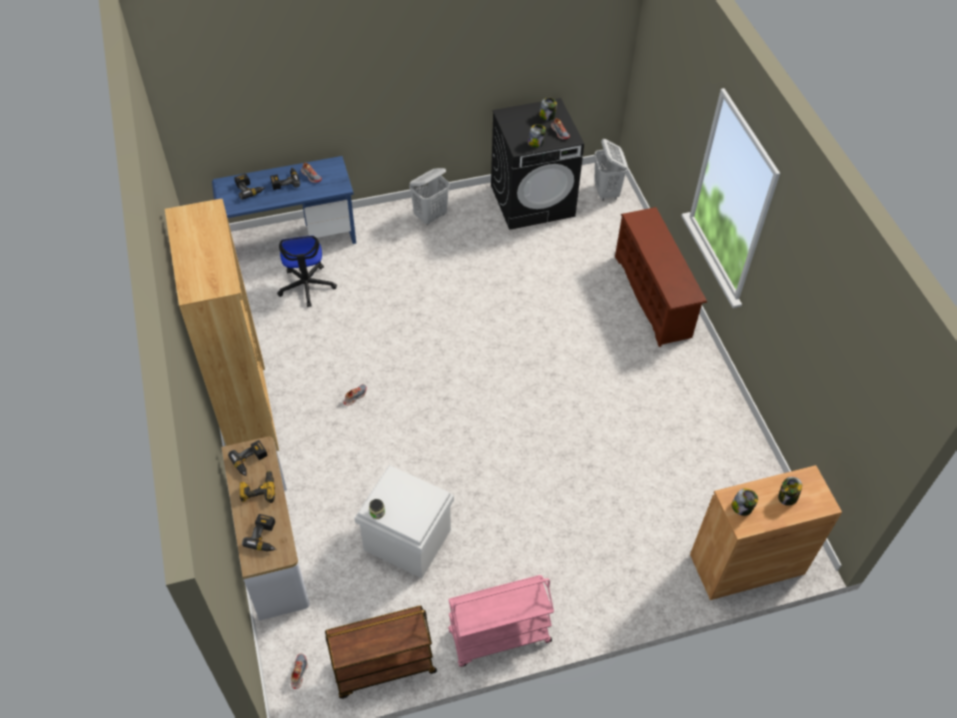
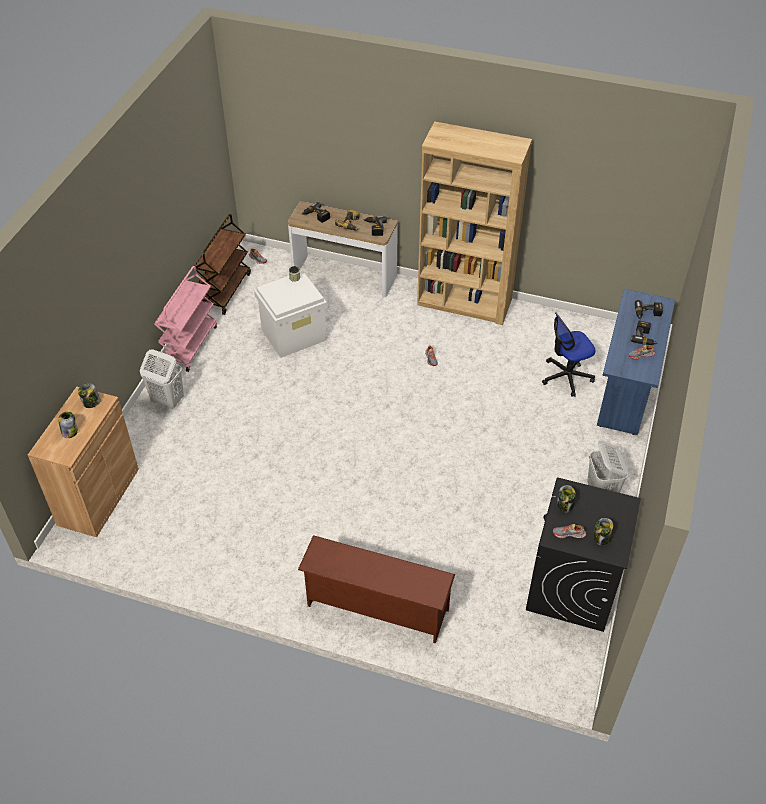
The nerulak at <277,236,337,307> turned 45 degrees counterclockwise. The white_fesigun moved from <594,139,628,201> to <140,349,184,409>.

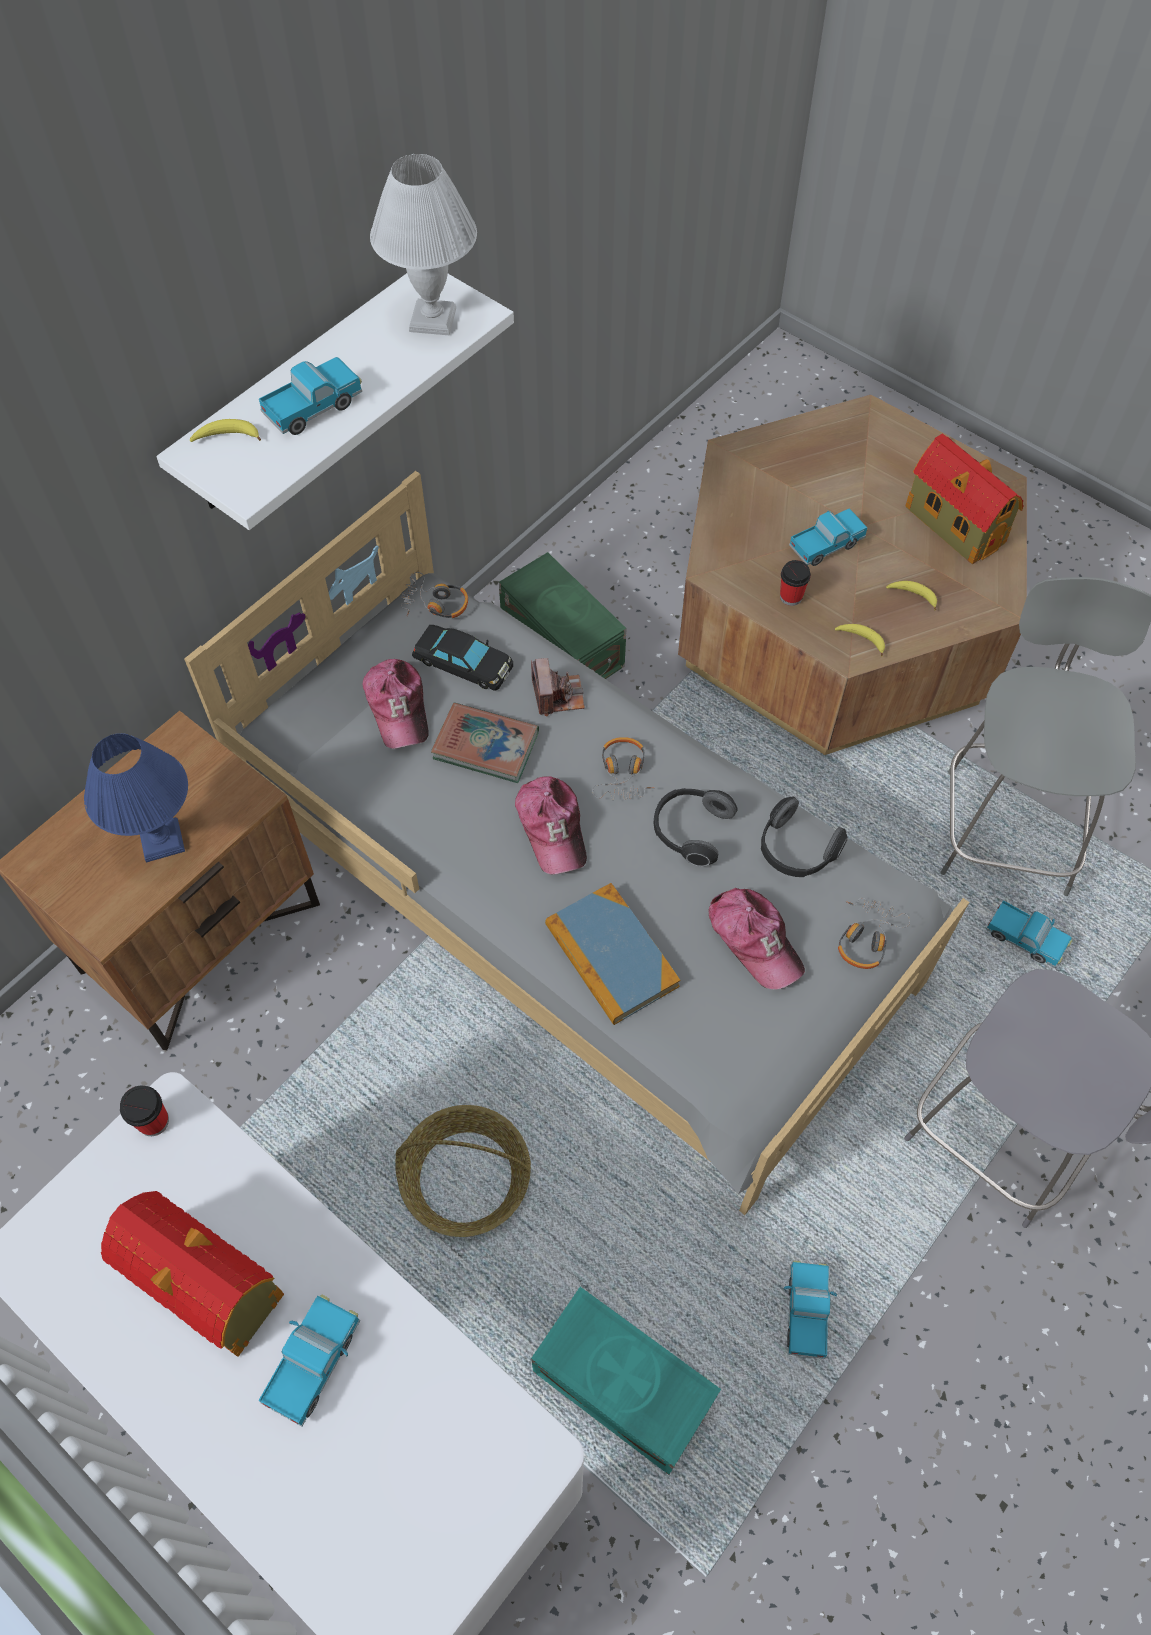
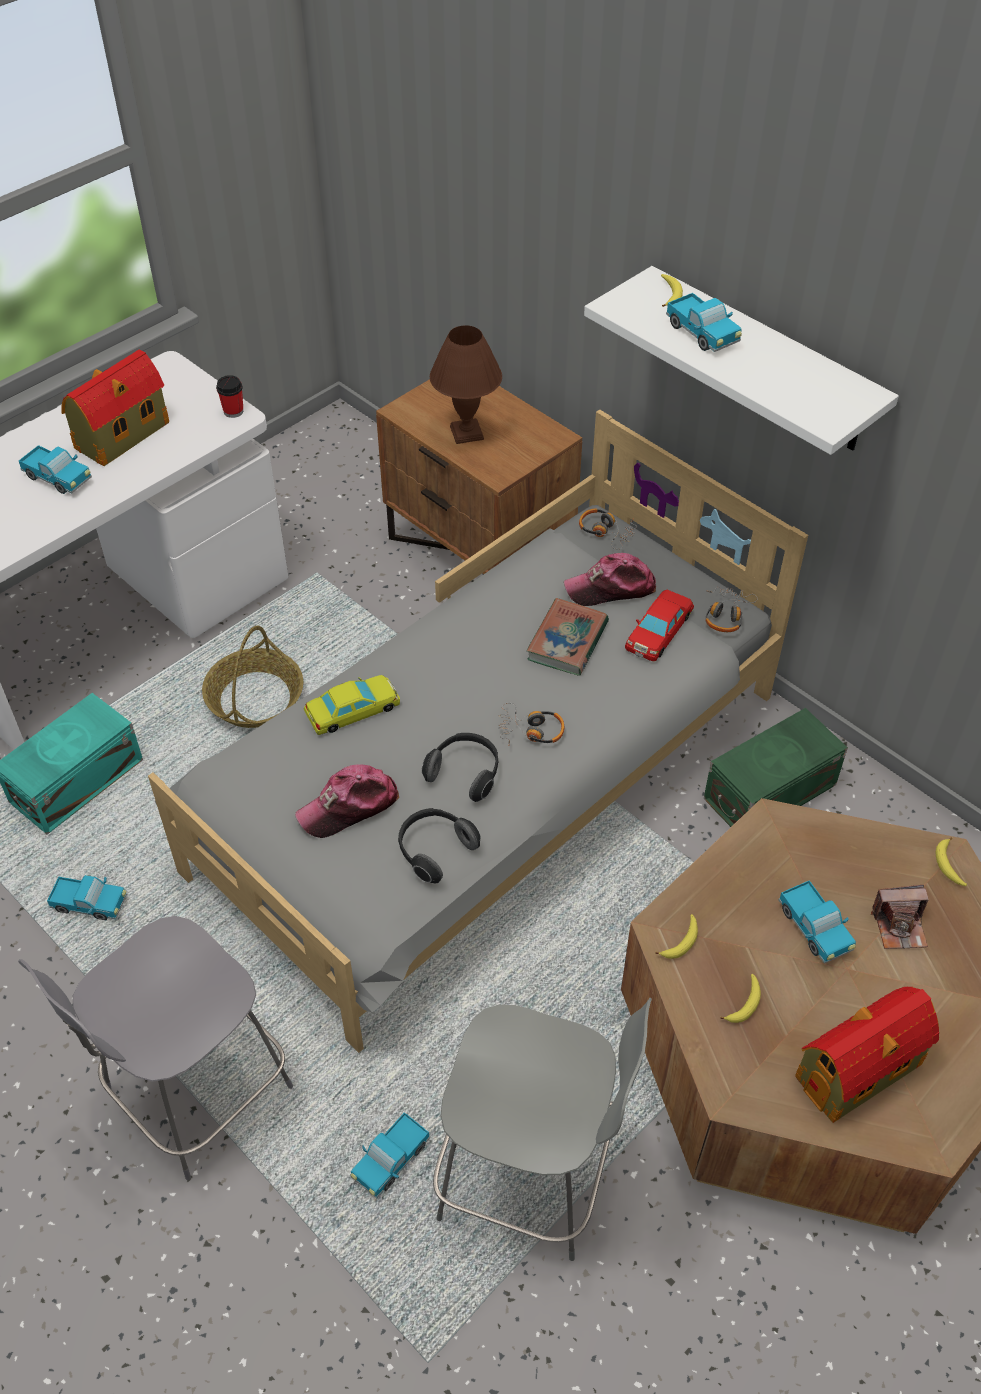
The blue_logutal at <84,733,188,863> became the brown_logutal at <430,325,502,444>. The white_logutal at <370,154,477,335> disappeared. The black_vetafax at <412,625,513,691> became the red_vetafax at <625,590,694,661>. The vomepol at <515,776,587,874> disappeared. The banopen moved from <531,658,585,716> to <871,885,929,949>. The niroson at <545,883,681,1025> was replaced by the yellow_vetafax at <304,675,400,735>. The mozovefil at <780,560,811,606> disappeared. The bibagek moved from <838,897,910,969> to <579,508,637,549>. The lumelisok at <936,837,967,886> appeared.

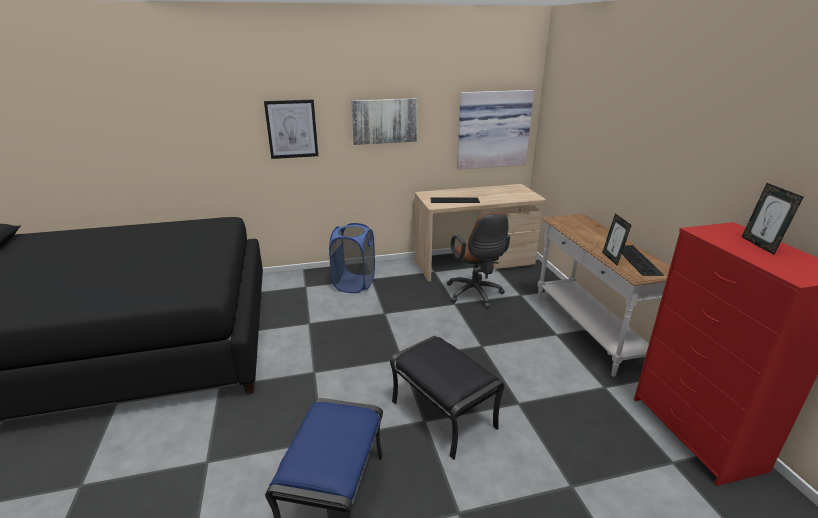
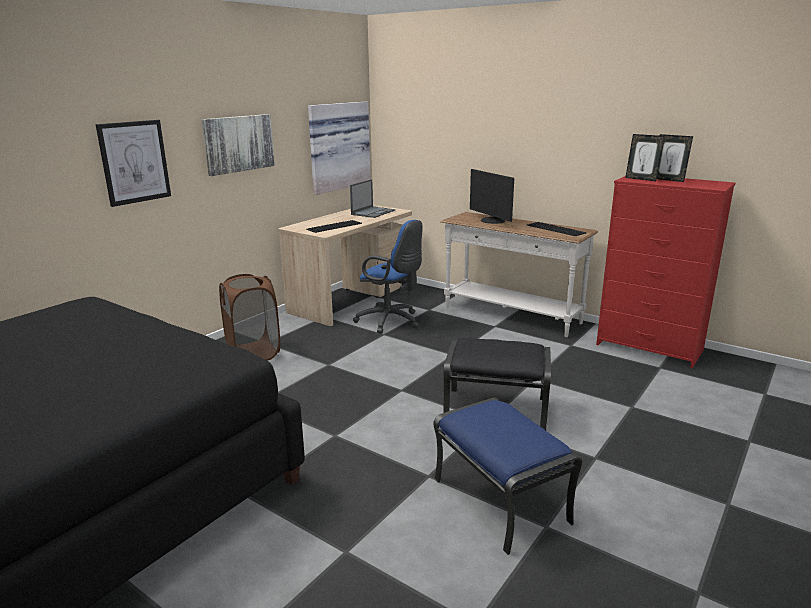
The blue_fesigun at <329,223,375,293> became the brown_fesigun at <219,274,280,361>. The brown_nerulak at <447,212,510,308> became the blue_nerulak at <353,220,422,334>. The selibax moved from <603,213,632,266> to <625,134,665,181>. The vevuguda at <350,179,395,218> appeared. The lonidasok at <470,169,514,224> appeared.

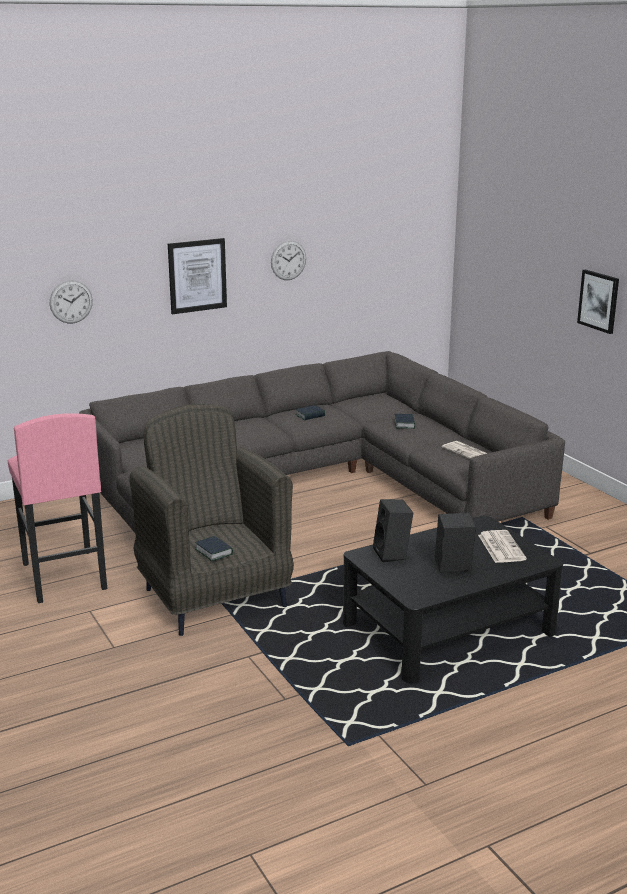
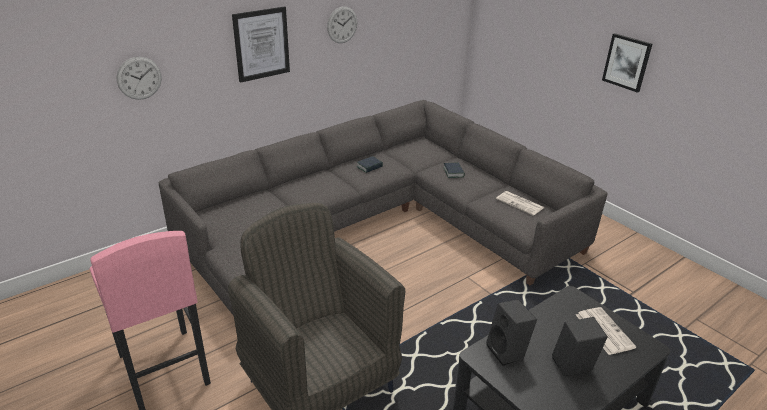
The niroson at <195,536,233,561> disappeared.

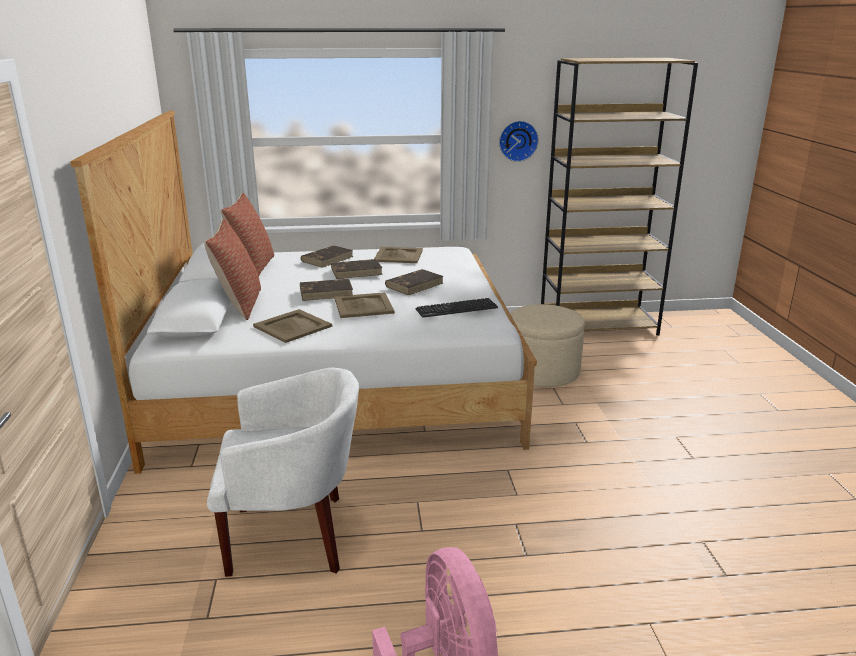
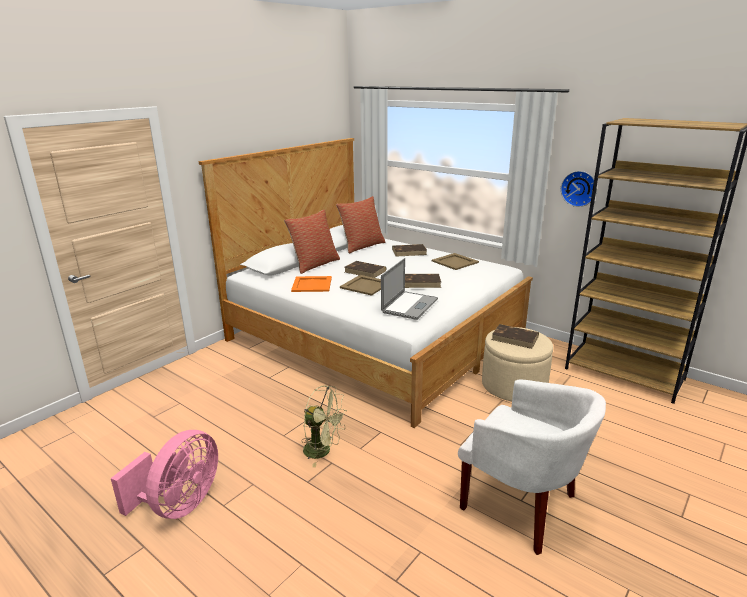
The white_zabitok moved from <207,368,359,577> to <458,380,606,555>. The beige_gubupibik at <253,309,332,343> became the orange_gubupibik at <291,276,332,292>. The brown_niroson moved from <331,259,383,279> to <492,324,539,349>. The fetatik at <415,298,498,318> was replaced by the vevuguda at <381,258,438,320>. The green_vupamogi at <301,385,347,467> appeared.

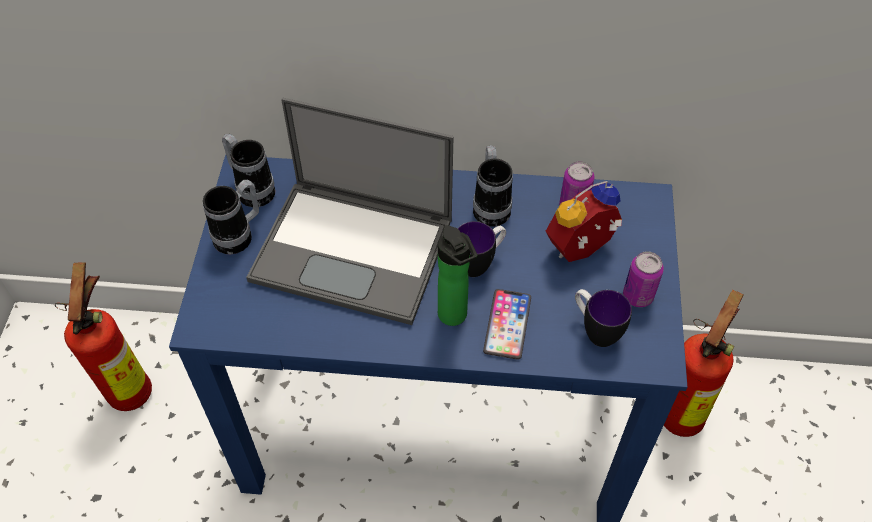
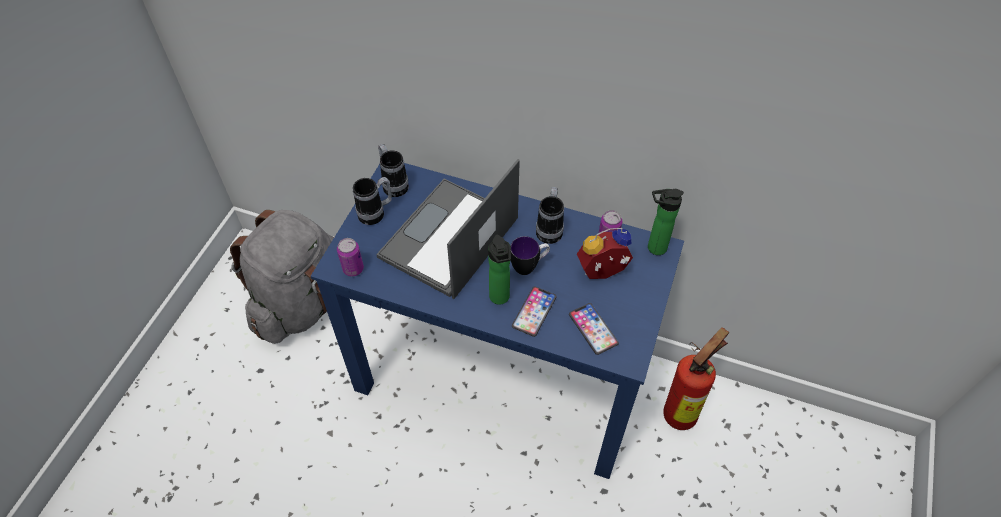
The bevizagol at <55,263,152,411> was replaced by the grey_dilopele at <230,210,334,344>. The vevuguda at <246,98,454,325> turned 90 degrees clockwise. The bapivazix at <575,289,632,347> was replaced by the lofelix at <569,303,619,355>. The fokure moved from <623,251,664,307> to <337,238,364,276>. The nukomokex at <648,189,684,255> appeared.

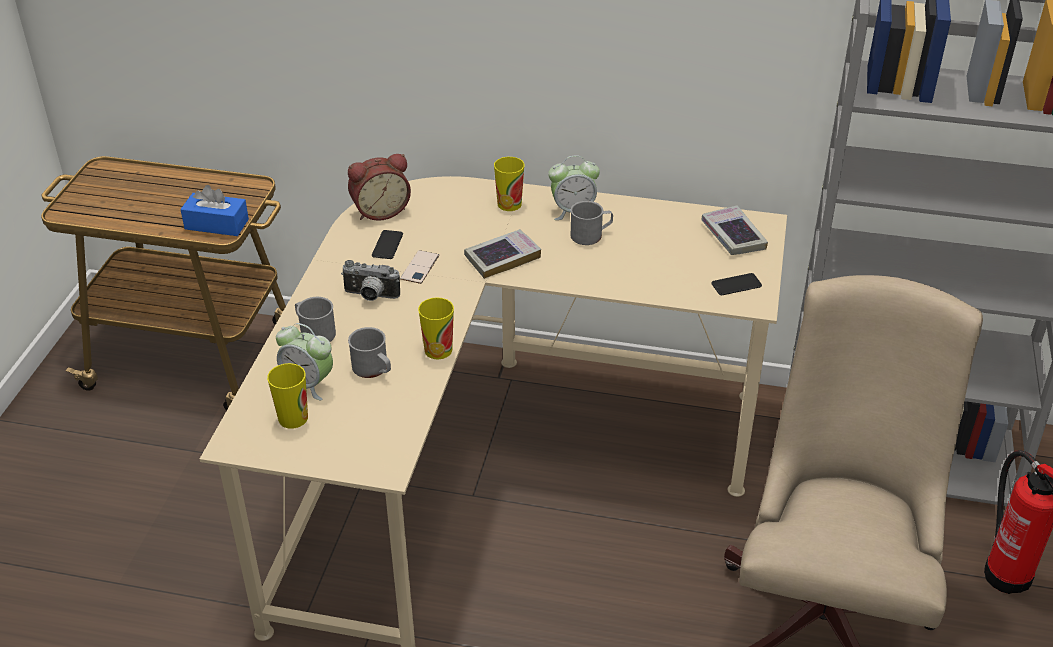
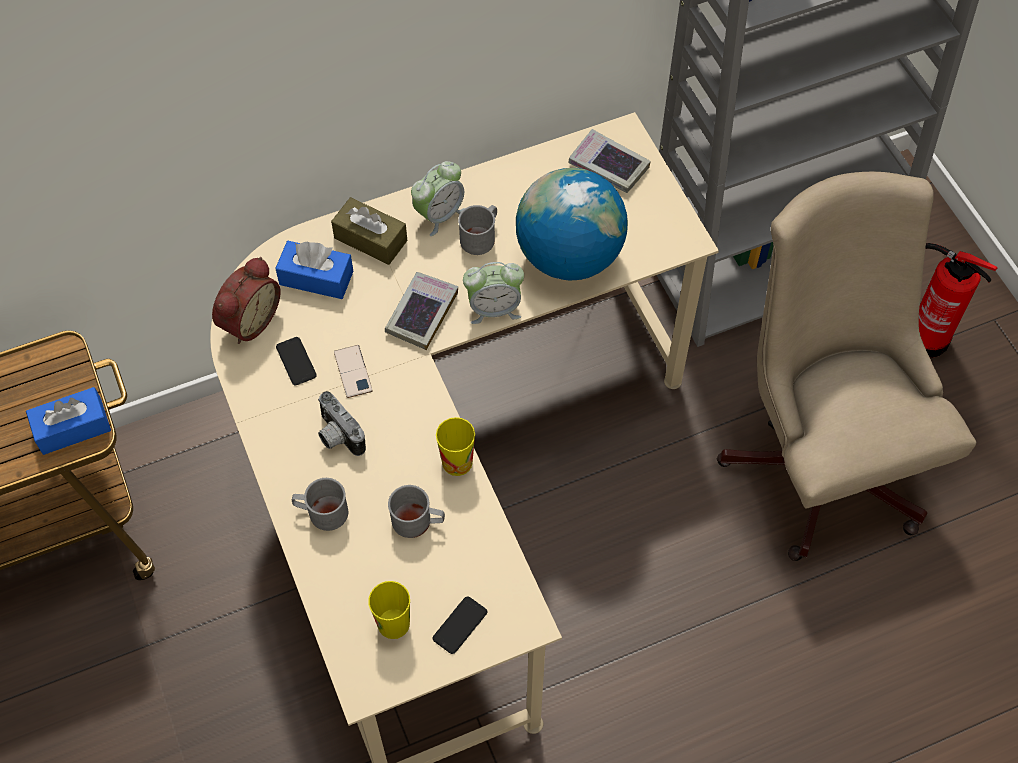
The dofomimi moved from <276,323,333,400> to <463,262,524,324>. The banopen at <341,260,400,301> turned 75 degrees clockwise. The mozovefil at <494,157,525,211> was replaced by the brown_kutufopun at <331,197,407,265>. The lofelix moved from <711,273,762,295> to <432,596,487,654>. The blue_kutufopun at <275,241,353,299> appeared. The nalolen at <516,168,628,280> appeared.

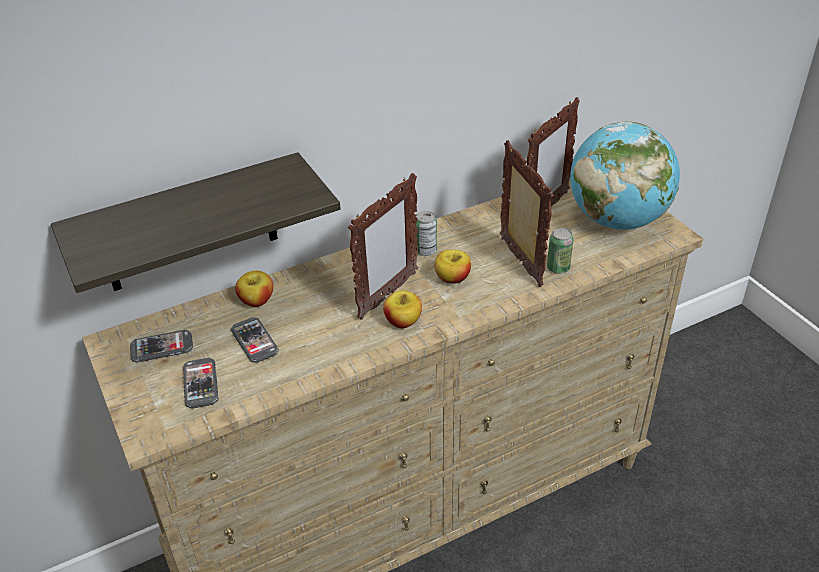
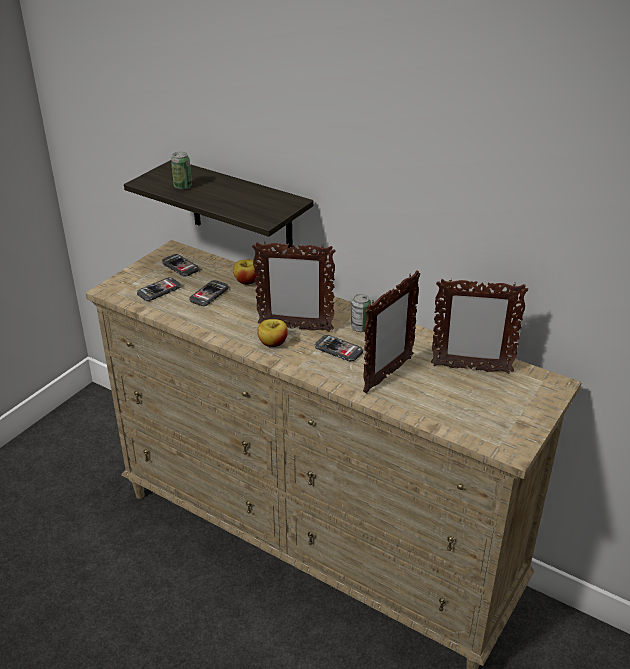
The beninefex at <435,250,471,284> was replaced by the lofelix at <315,335,363,362>. The fokure moved from <547,228,574,274> to <171,152,192,190>. The nalolen at <570,122,680,230> disappeared.

